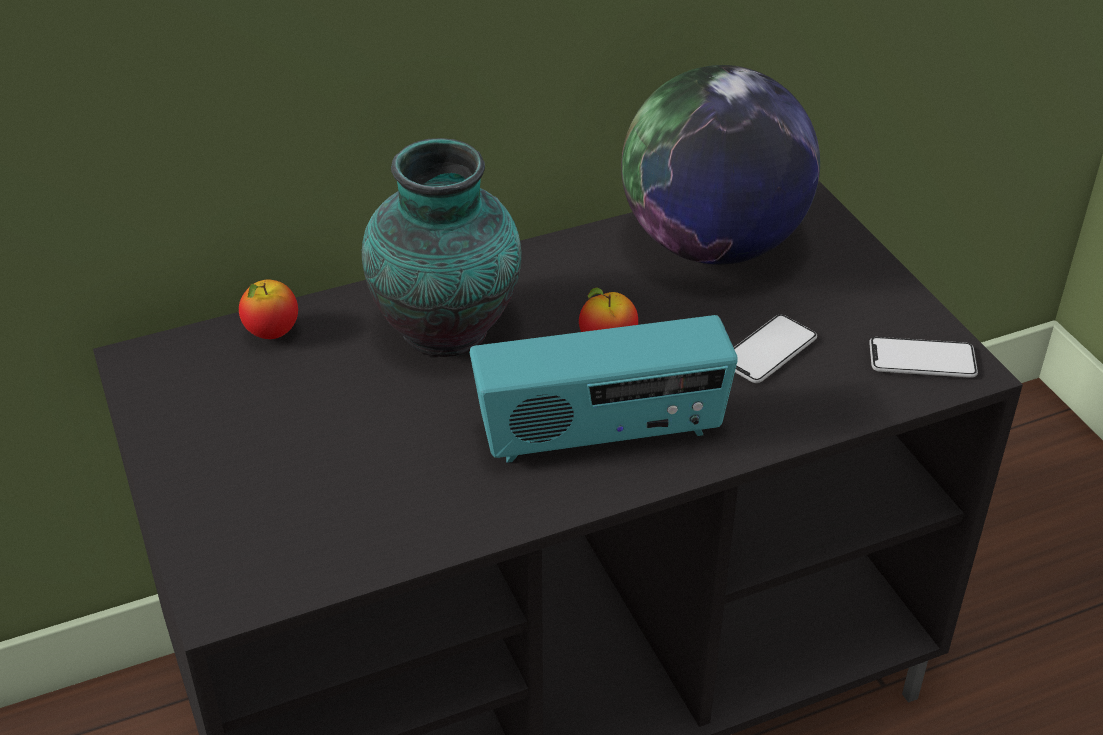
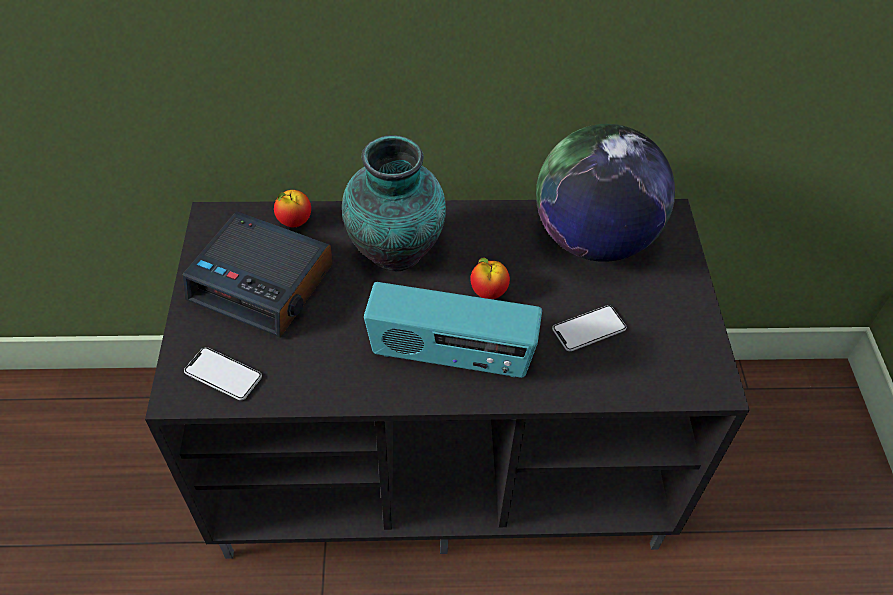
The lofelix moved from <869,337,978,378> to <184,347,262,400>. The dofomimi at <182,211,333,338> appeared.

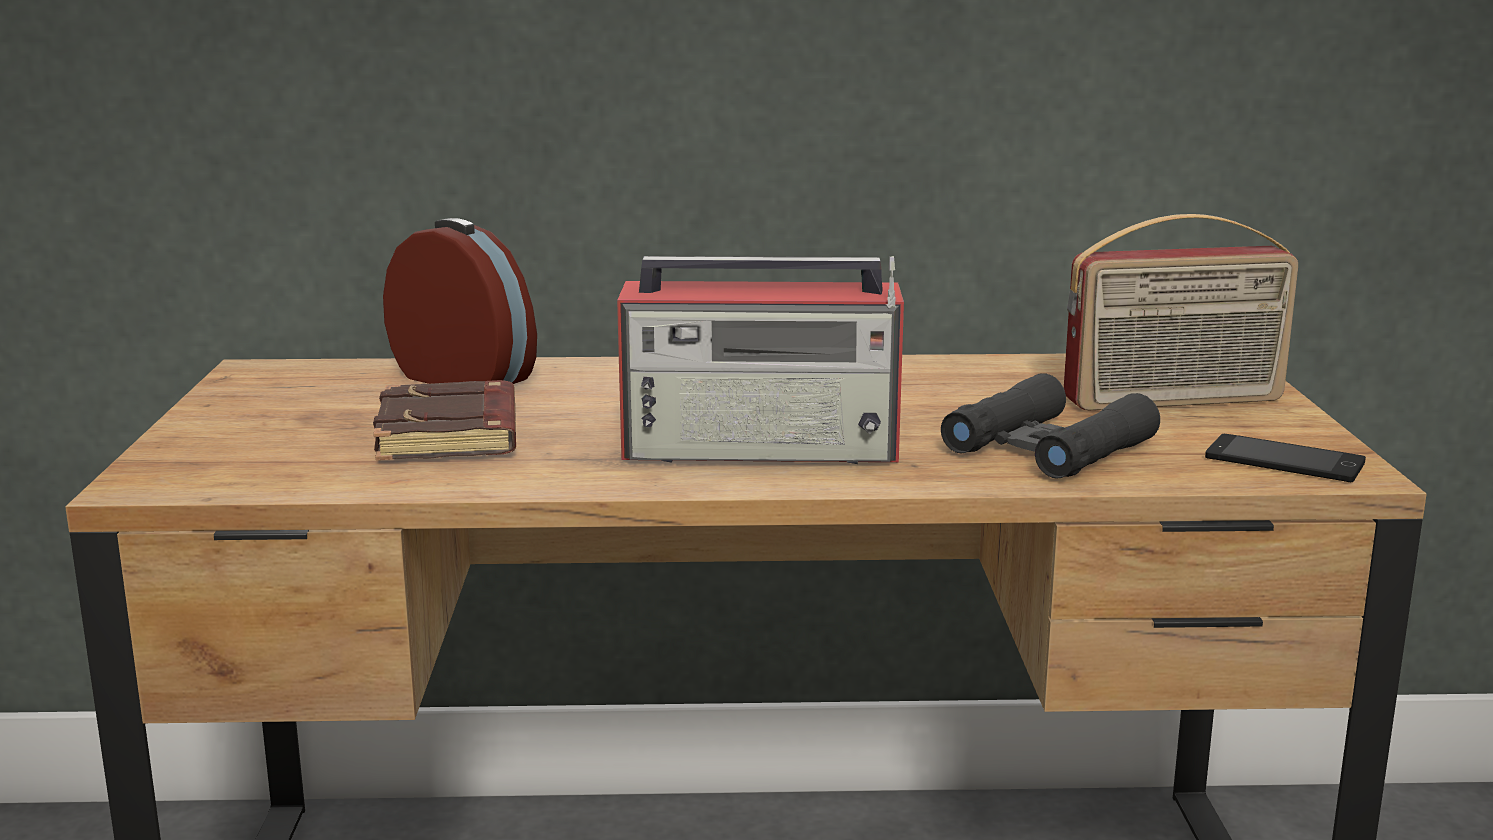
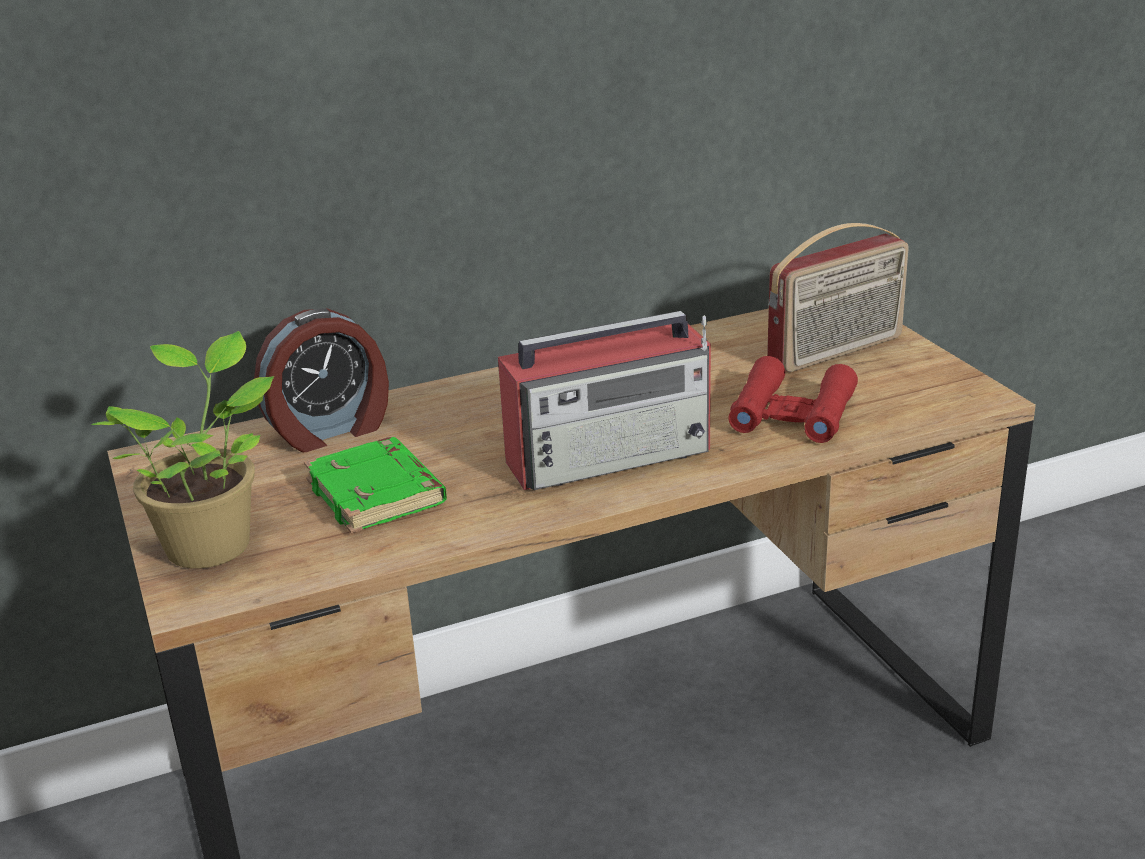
The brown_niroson at <373,380,516,460> became the green_niroson at <304,437,447,533>. The dofomimi at <383,218,537,384> turned 135 degrees clockwise. The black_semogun at <941,373,1160,479> became the red_semogun at <728,356,858,443>. The lofelix at <1205,434,1366,482> disappeared. The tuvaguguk at <91,331,274,569> appeared.

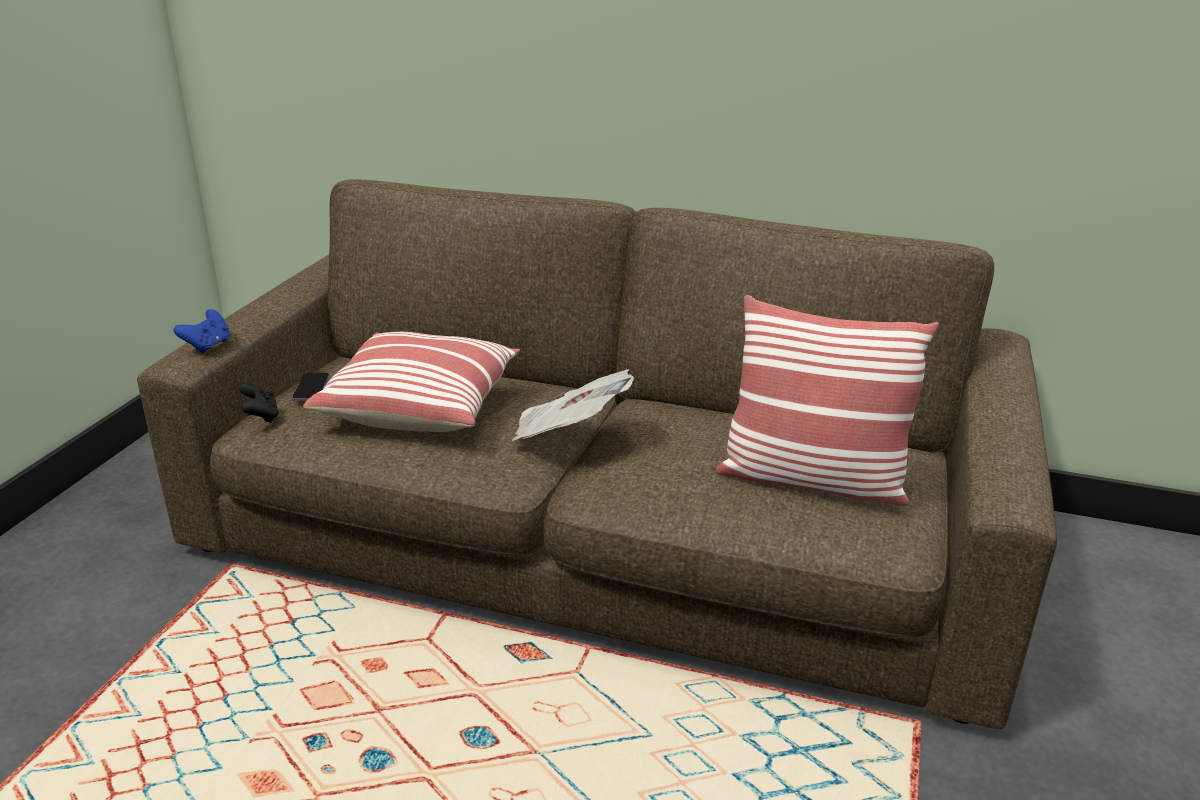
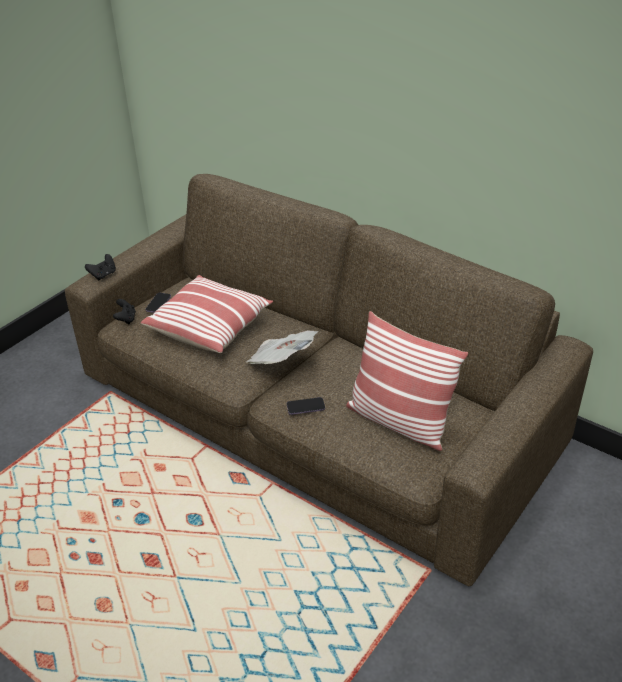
The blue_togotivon at <174,309,230,353> became the black_togotivon at <85,254,116,280>. The lofelix at <287,397,325,415> appeared.

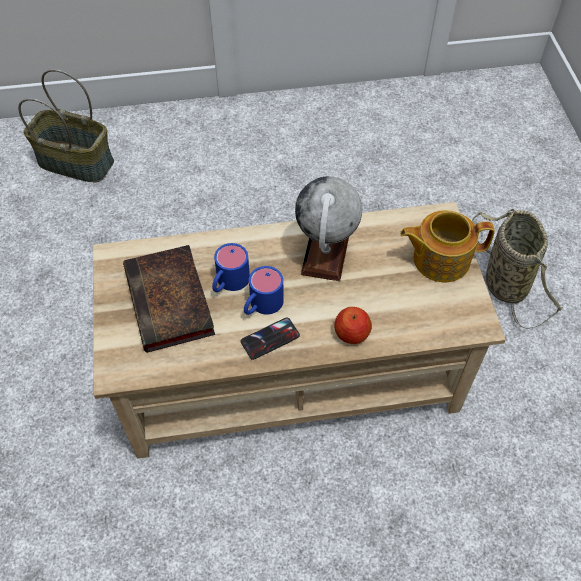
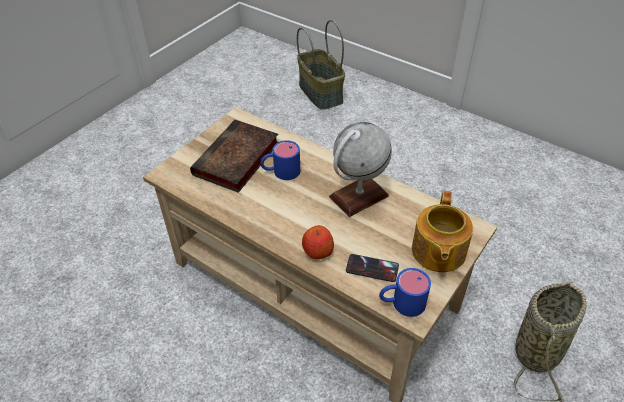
The lofelix moved from <240,317,300,360> to <346,254,399,282>. The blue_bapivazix moved from <244,266,284,315> to <379,268,431,317>. The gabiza at <400,210,495,282> turned 120 degrees counterclockwise.

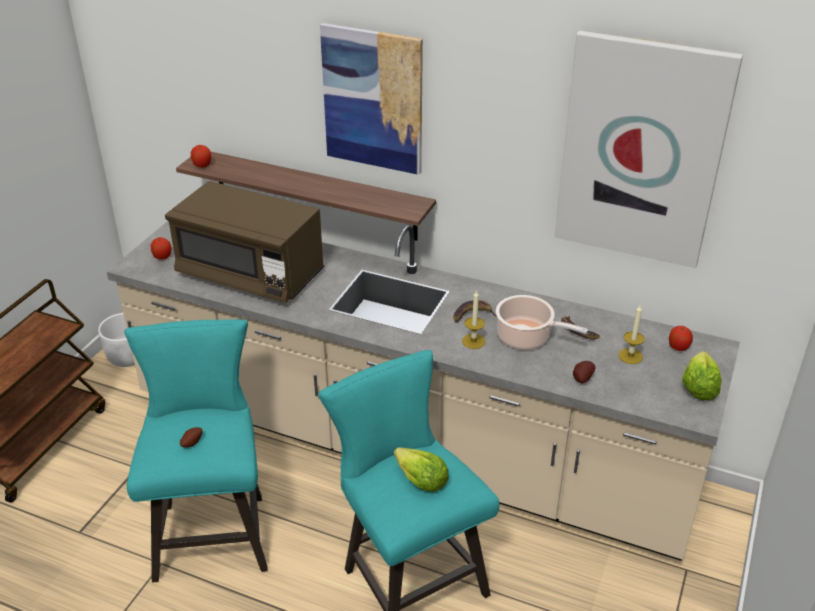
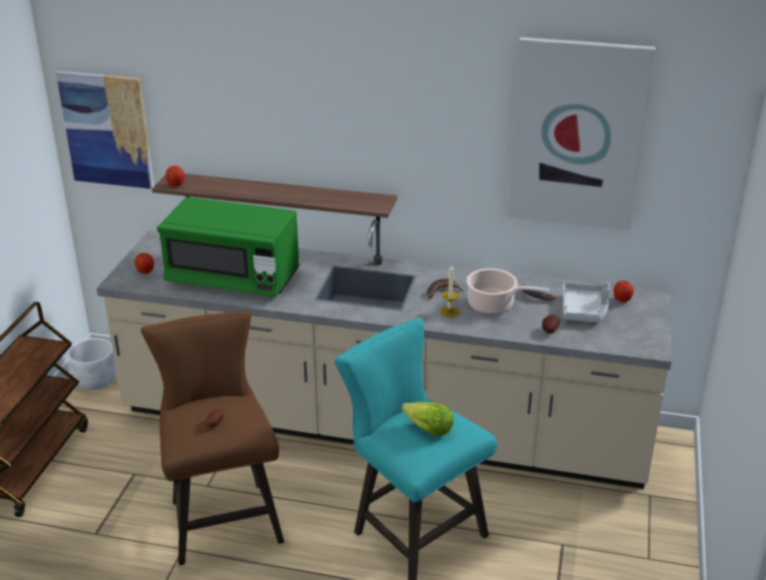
The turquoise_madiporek at <124,319,268,583> became the brown_madiporek at <141,310,284,566>. The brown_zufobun at <165,181,324,303> became the green_zufobun at <157,197,300,297>. The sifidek moved from <320,23,423,175> to <56,71,154,189>. The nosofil at <619,305,645,364> was replaced by the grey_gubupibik at <563,283,610,322>. The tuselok at <682,351,722,400> disappeared.

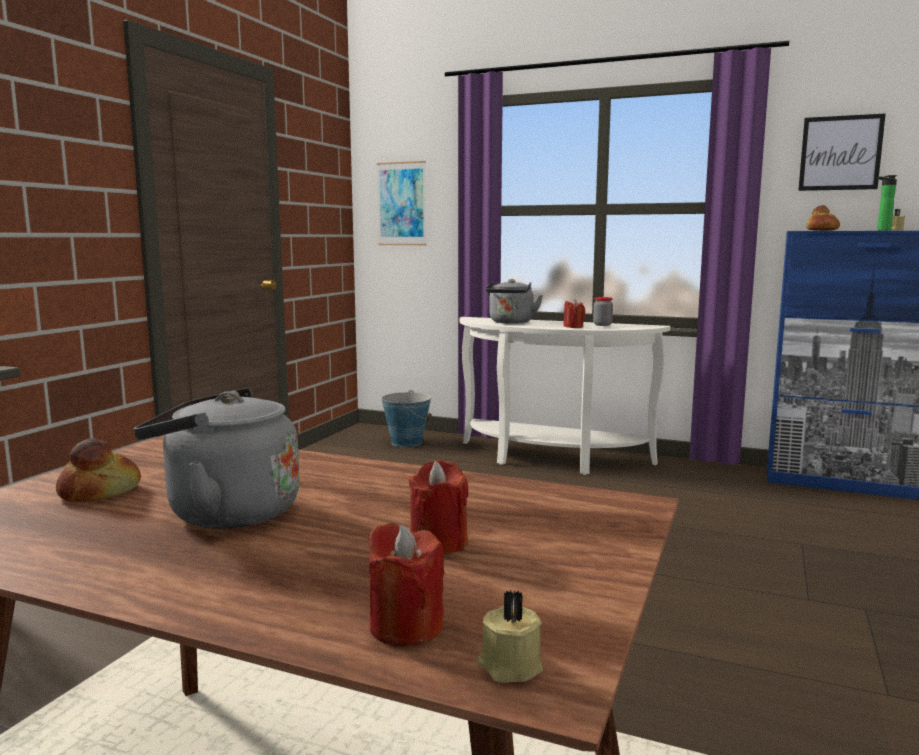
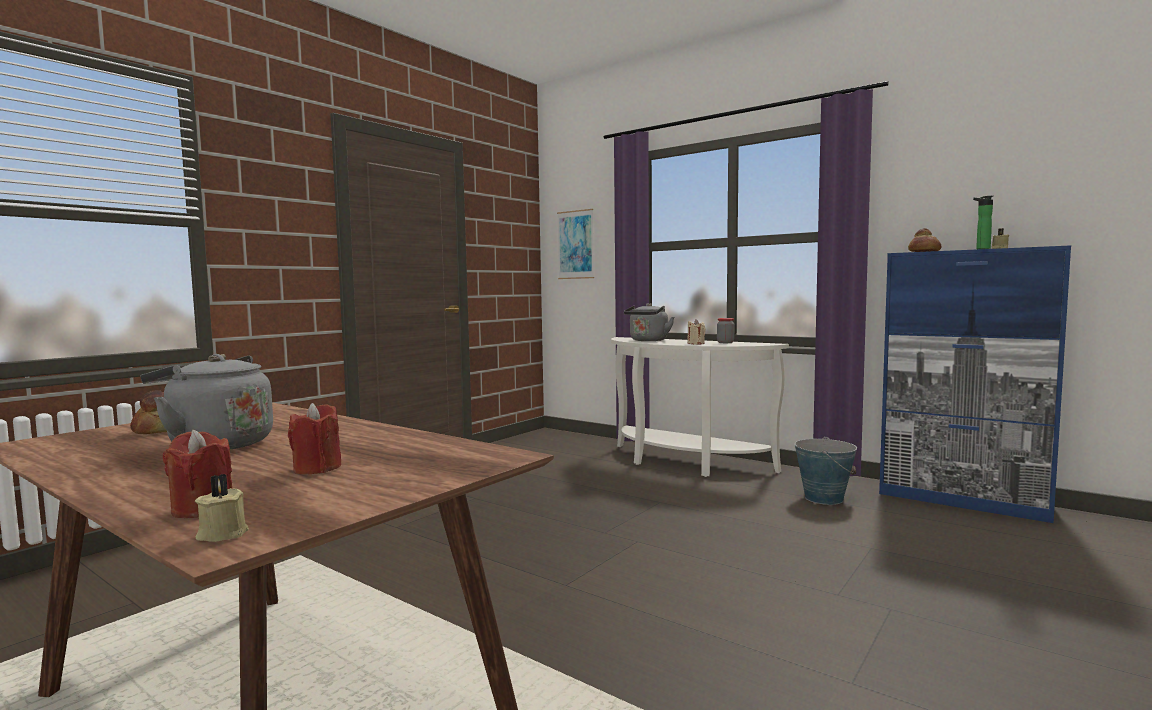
The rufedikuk moved from <381,390,432,447> to <795,437,857,505>. The red_nosofil at <564,299,585,328> became the beige_nosofil at <687,319,706,345>. The sifidek at <798,113,886,191> disappeared.

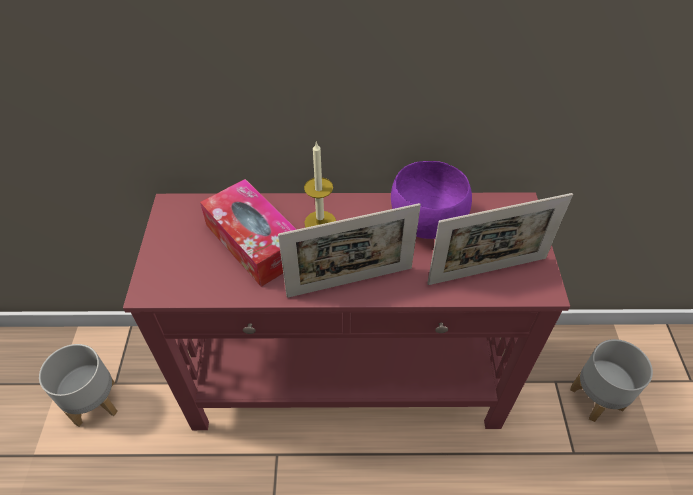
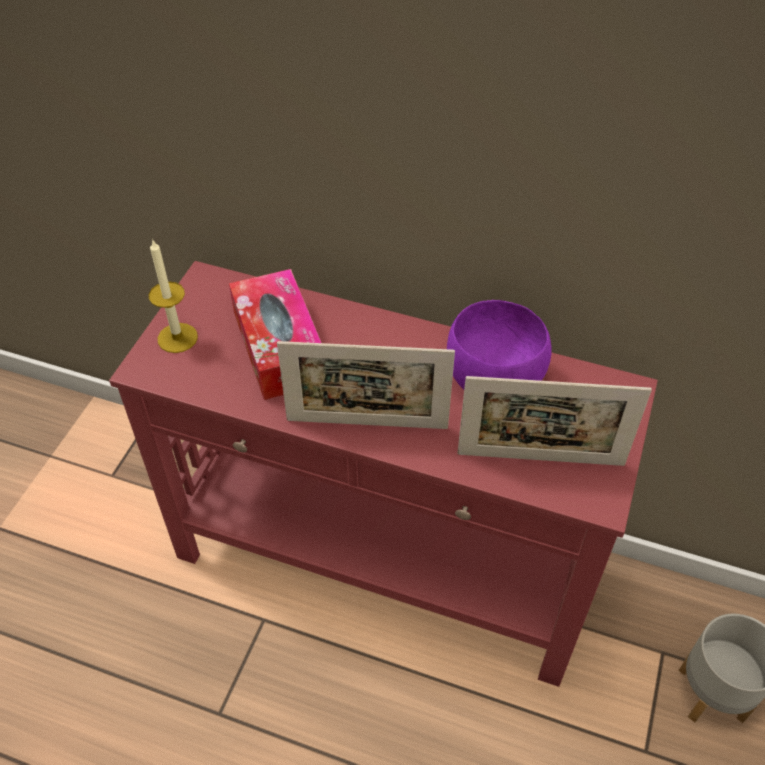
The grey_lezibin at <39,344,118,427> disappeared. The nosofil moved from <304,142,336,228> to <149,240,198,353>.

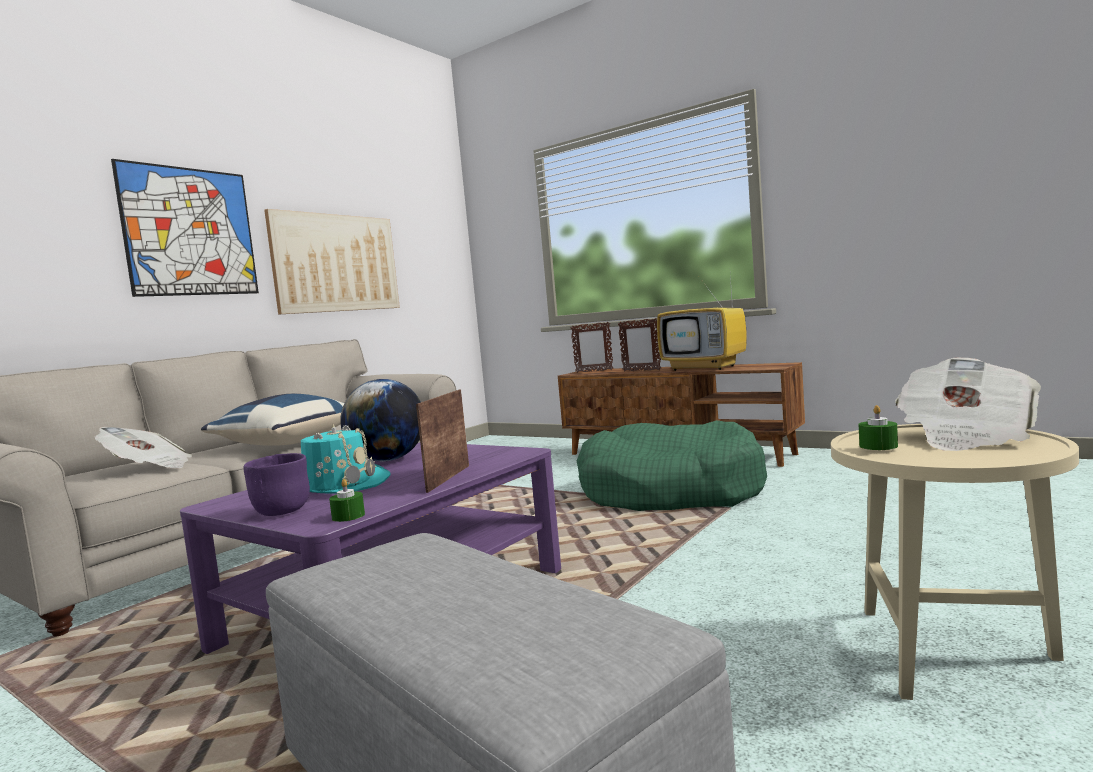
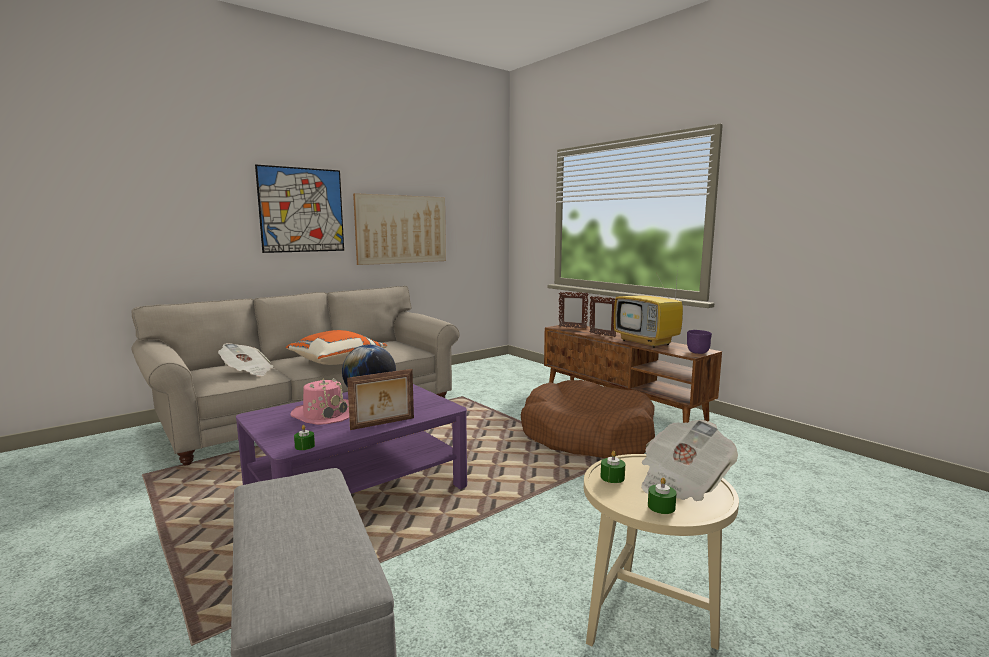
The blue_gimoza at <201,394,344,446> became the orange_gimoza at <286,330,387,365>. The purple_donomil moved from <243,453,310,516> to <687,330,712,354>. The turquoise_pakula at <301,424,391,494> became the pink_pakula at <290,378,349,425>. The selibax at <416,389,469,493> turned 150 degrees counterclockwise. The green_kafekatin at <577,420,767,511> became the brown_kafekatin at <521,380,655,458>. The green_nosofil at <648,477,677,514> appeared.

